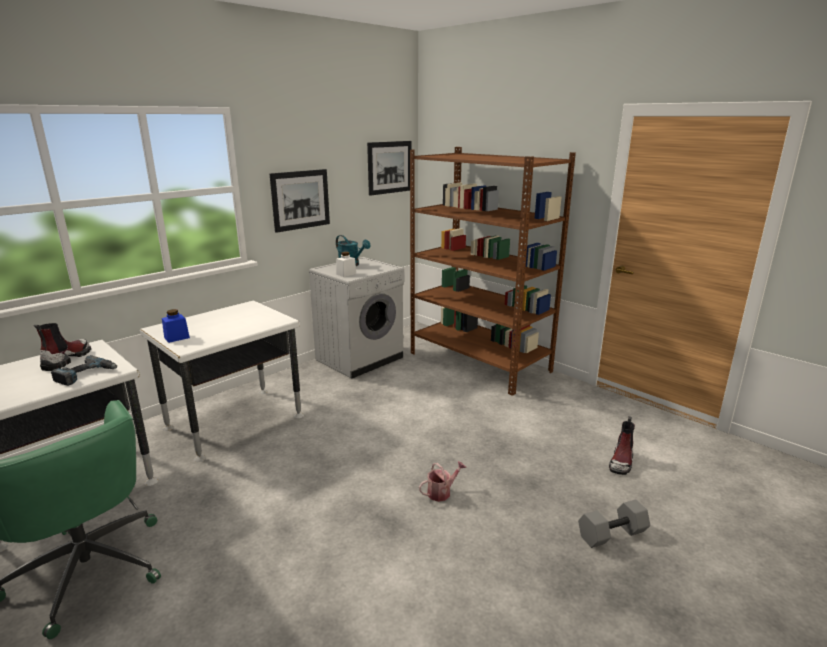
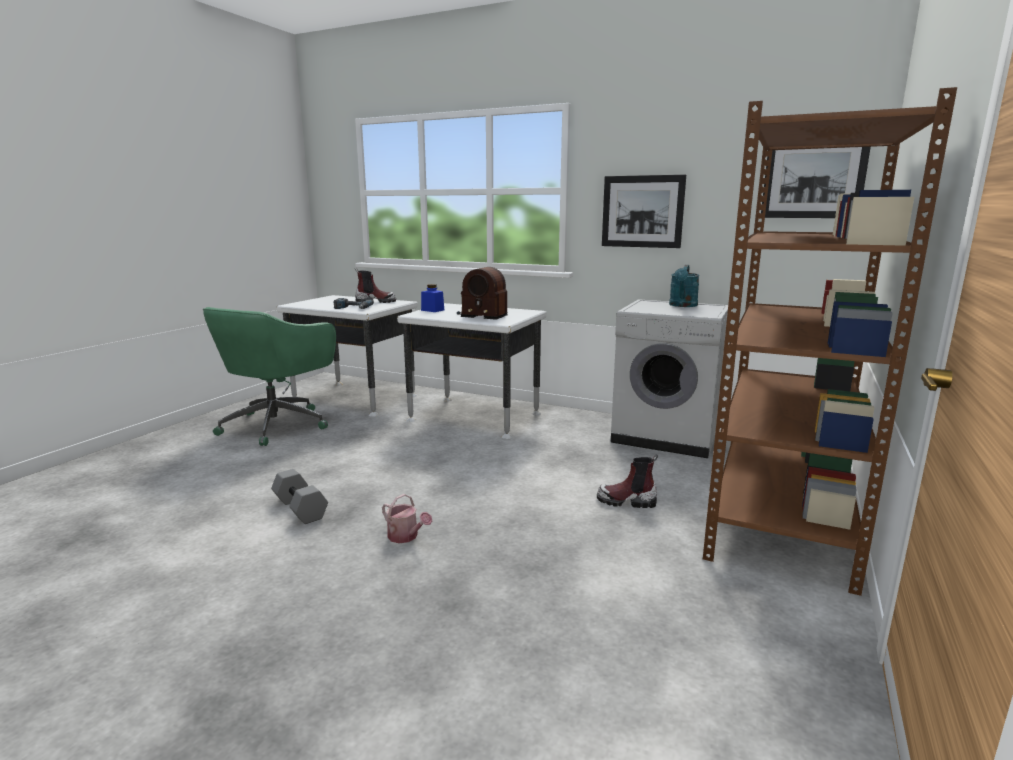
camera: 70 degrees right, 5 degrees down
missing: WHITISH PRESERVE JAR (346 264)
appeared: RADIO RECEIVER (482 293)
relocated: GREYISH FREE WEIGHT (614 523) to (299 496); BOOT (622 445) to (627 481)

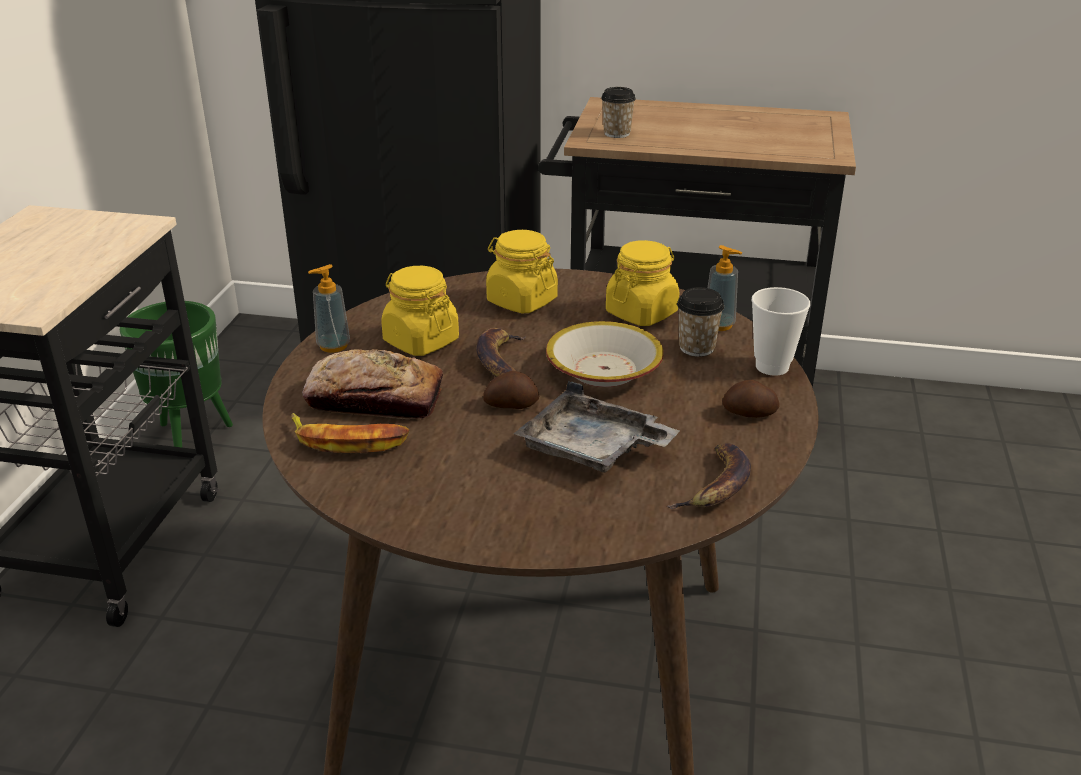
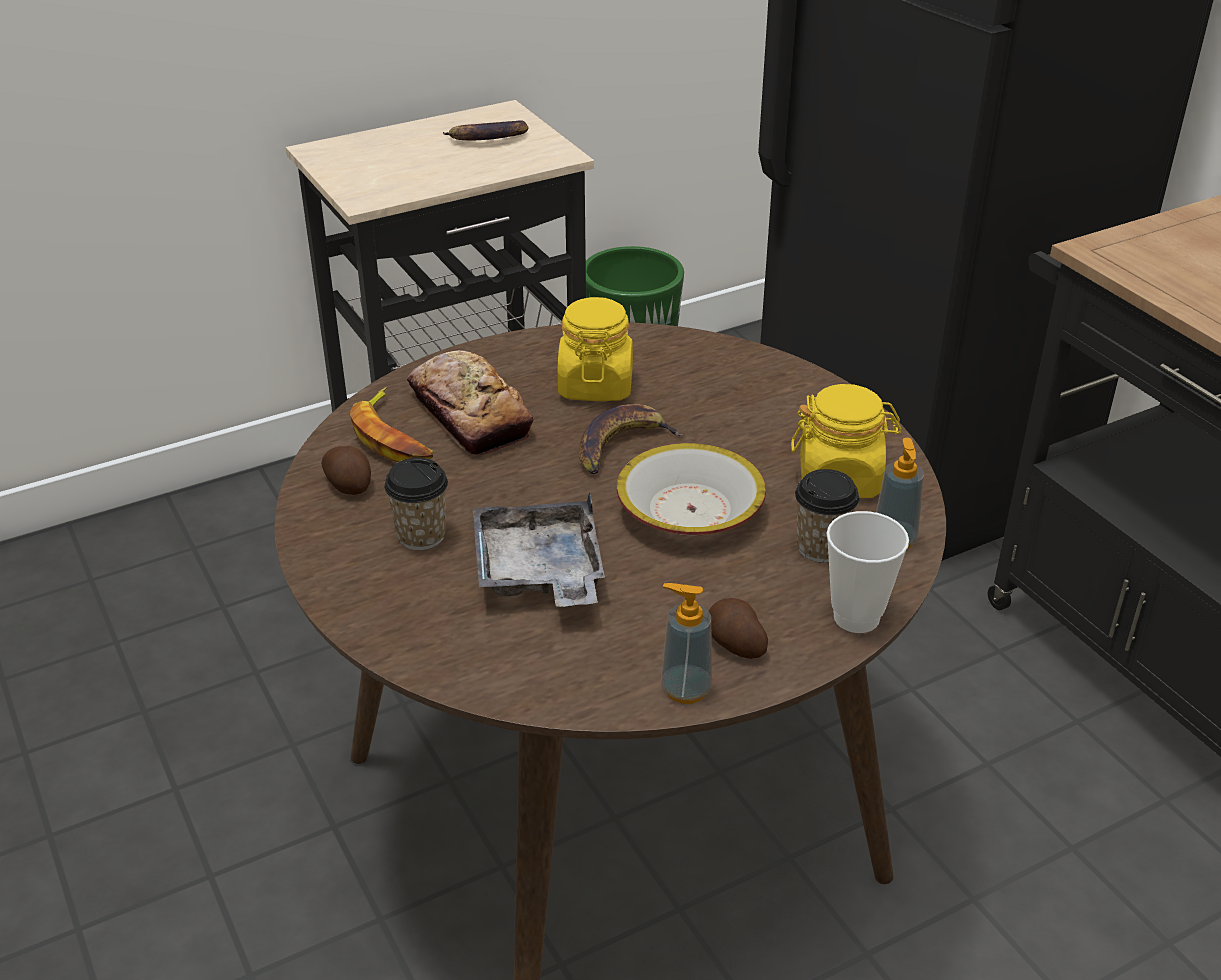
camera: 50 degrees right, 5 degrees up
missing: YELLOW-COLOURED PRESERVE JAR (522 271)
relocated: LIQUID SOAP BOTTLE (329 308) to (686 643); SPUD (511 390) to (346 470); CUP (618 112) to (416 504); BANANA FRUIT (709 476) to (486 130)

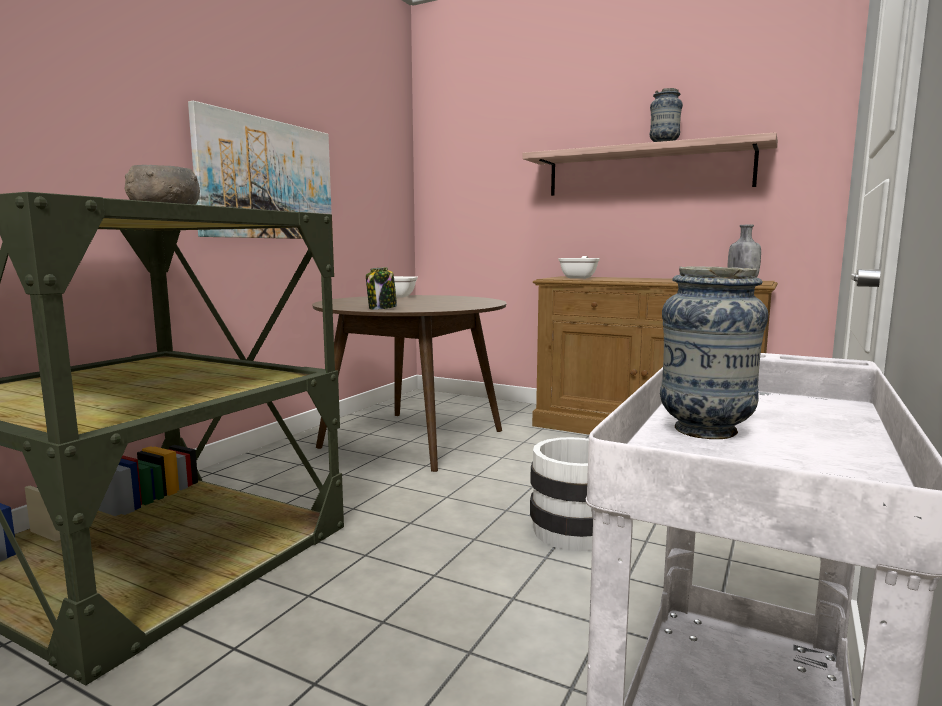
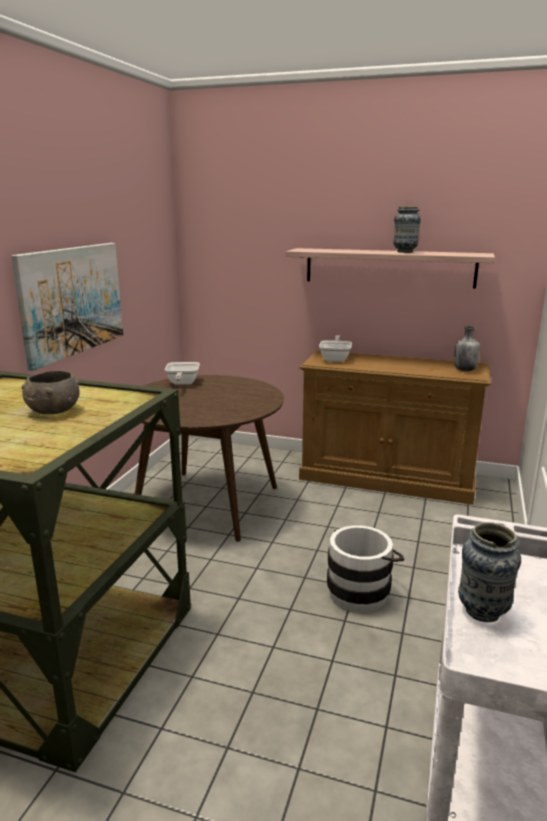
camera: 10 degrees left, 10 degrees up
missing: PRESERVE JAR (381 288)

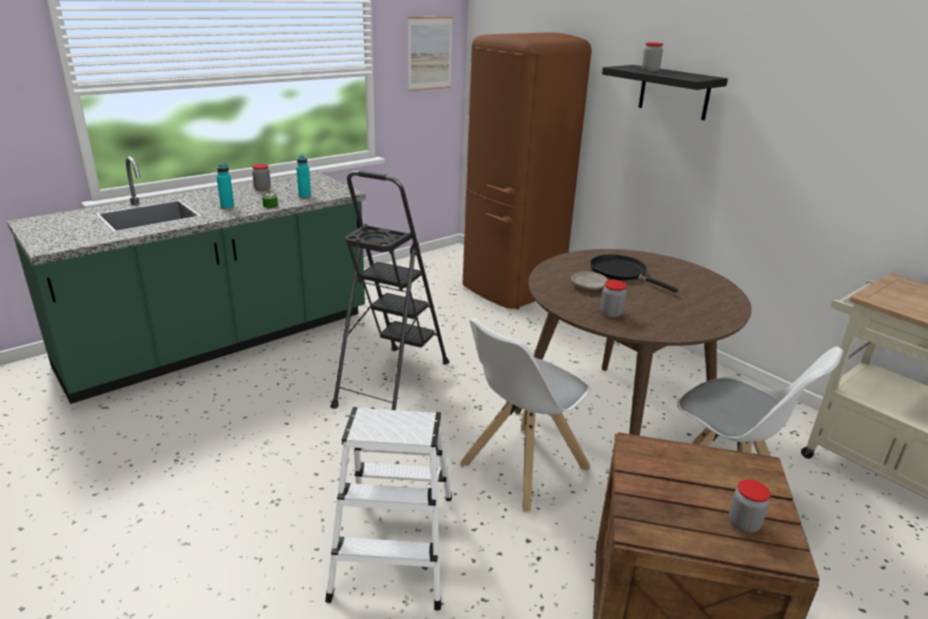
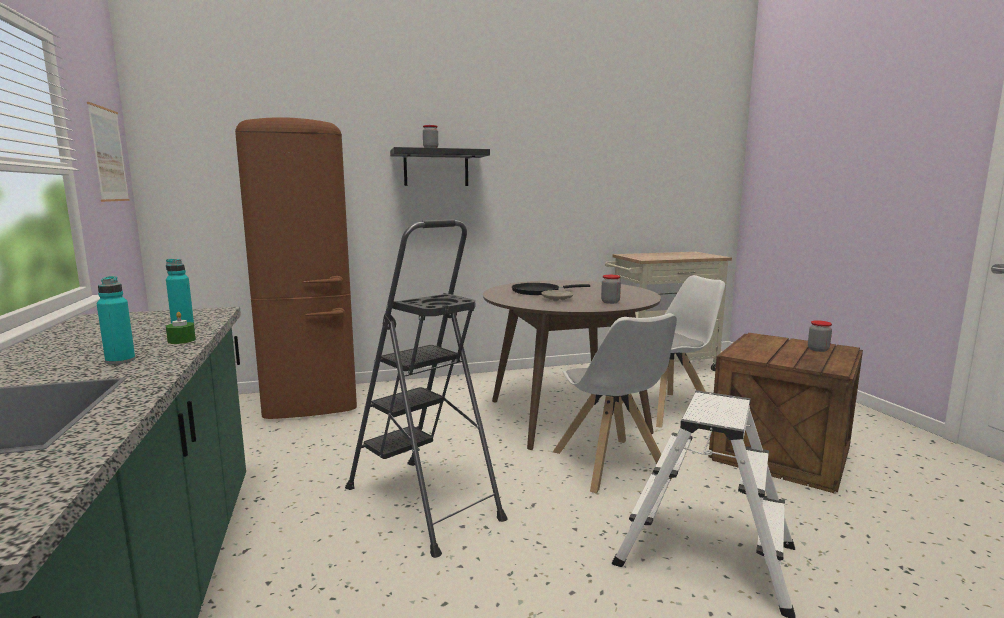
camera: 65 degrees left, 15 degrees down
missing: PRESERVE JAR (261 177)

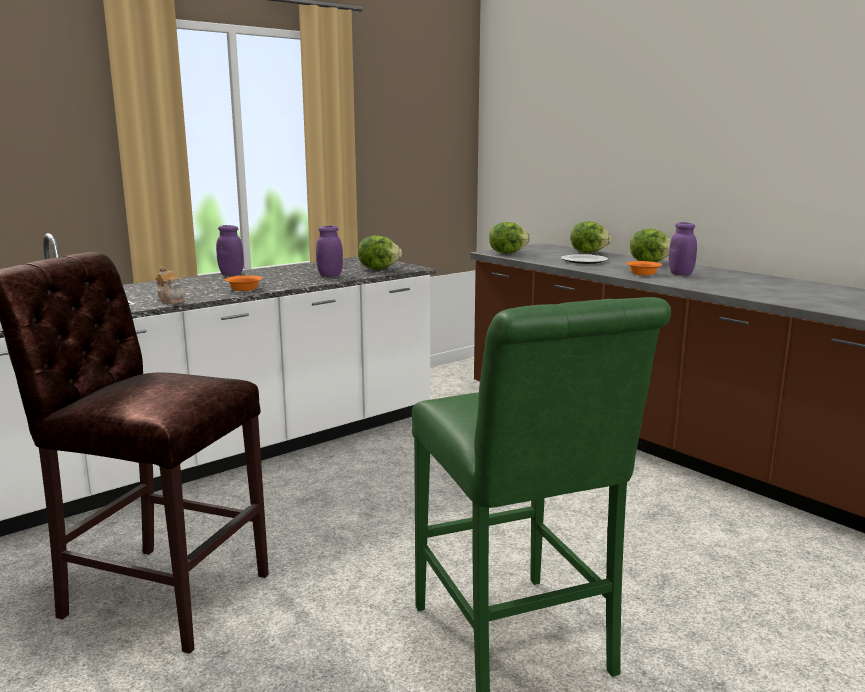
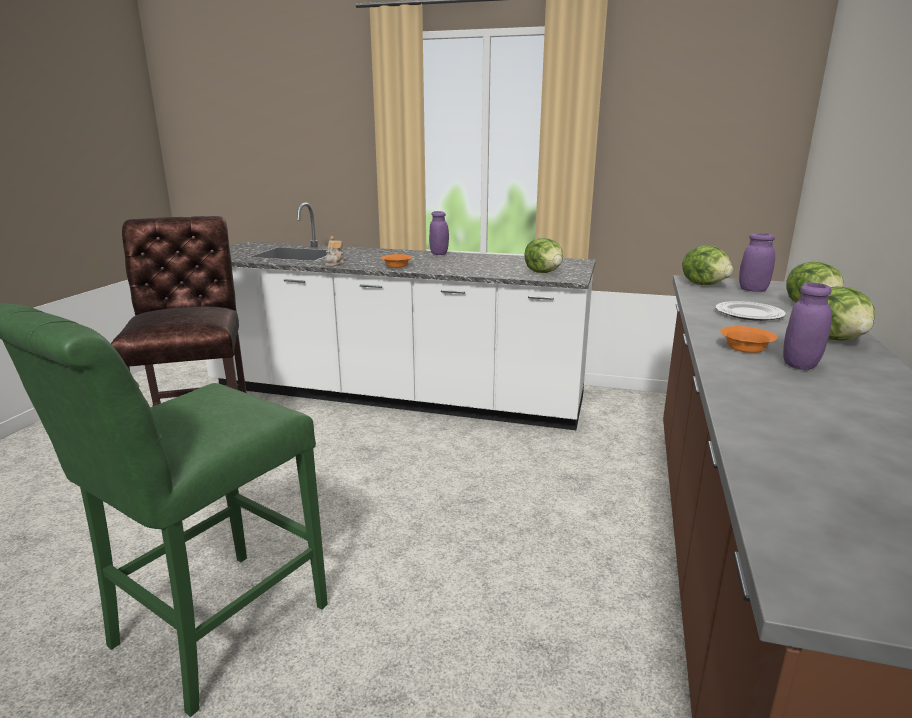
camera: 55 degrees right, 5 degrees up
relocated: PURPLE PRESERVE JAR (329 251) to (757 262)

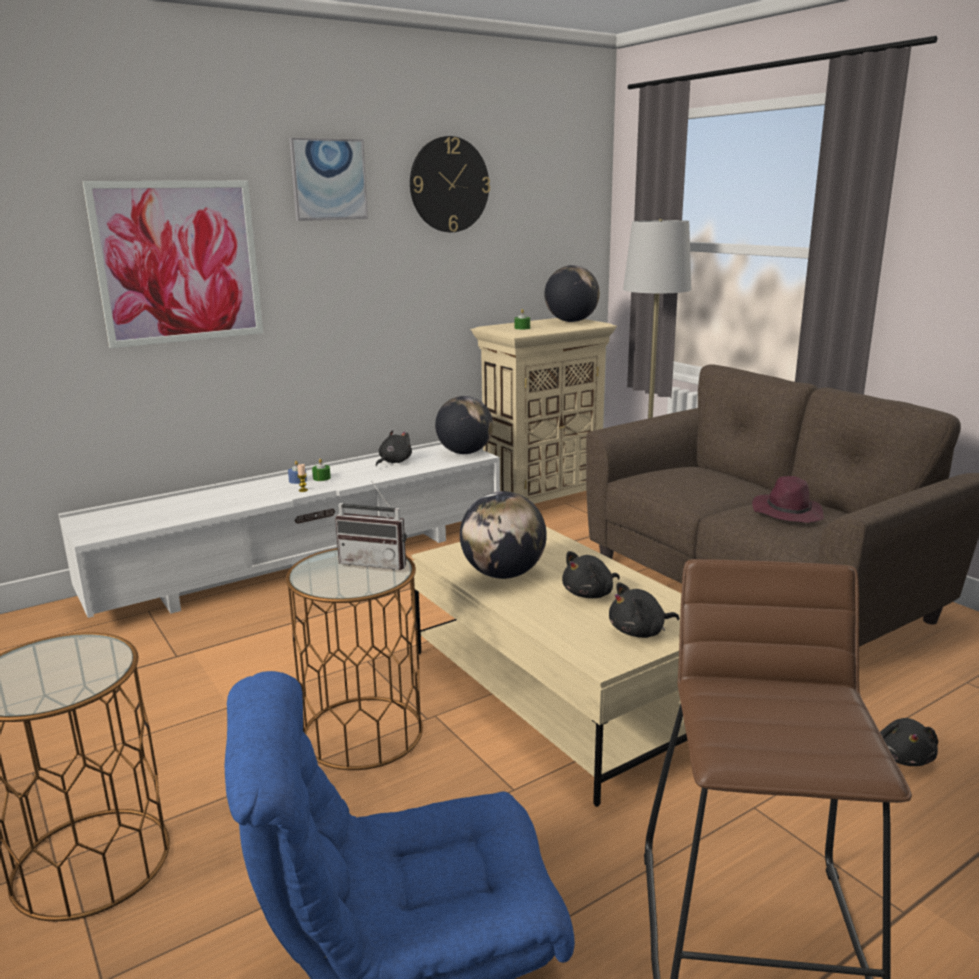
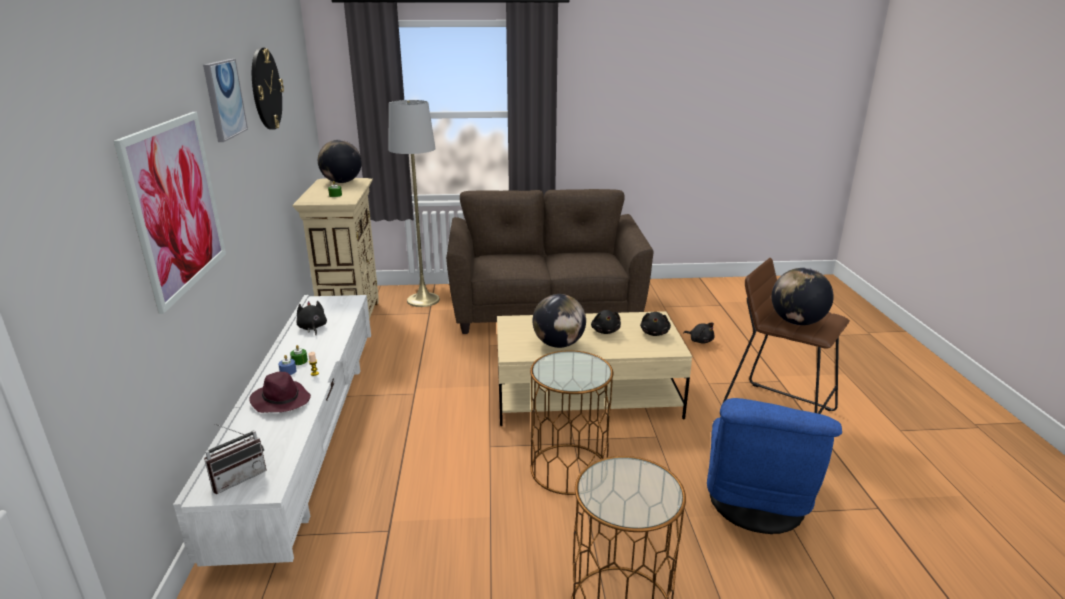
camera: 60 degrees left, 5 degrees up
relocated: RADIO RECEIVER (371 525) to (235 459); DESK GLOBE (464 425) to (803 296); PURPLE WEARABLE HAT (788 499) to (280 392)

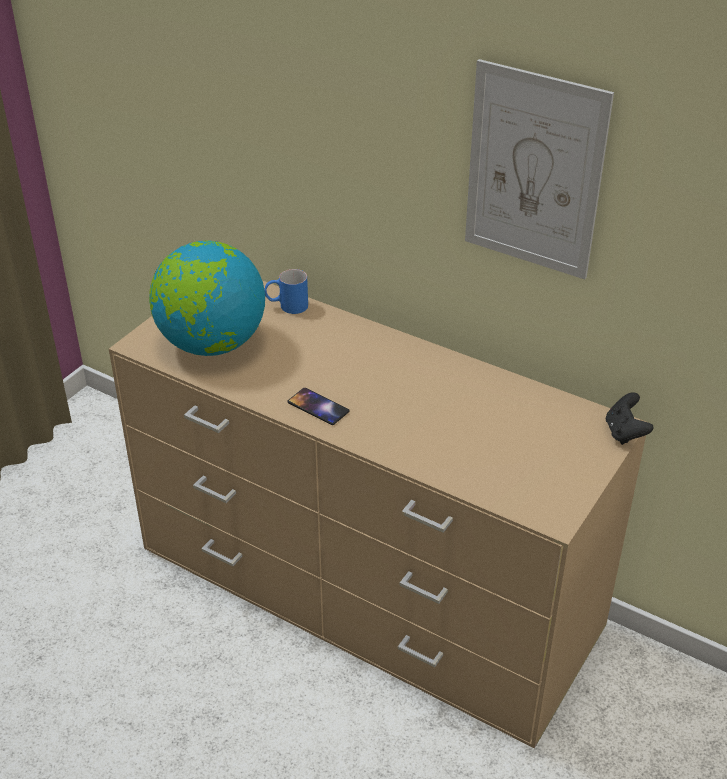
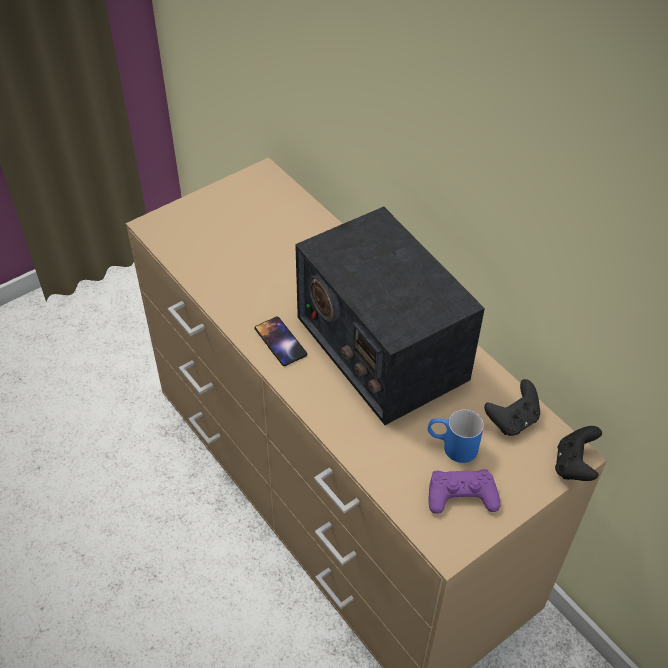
camera: 20 degrees right, 10 degrees up
missing: DESK GLOBE (207 298); PICTURE (539 169)
appeared: RADIO RECEIVER (390 316); PURPLE GAMEPAD (464 491); BLACK GAMEPAD (512 407)
relocated: BLUE MUG (286 291) to (456 436)

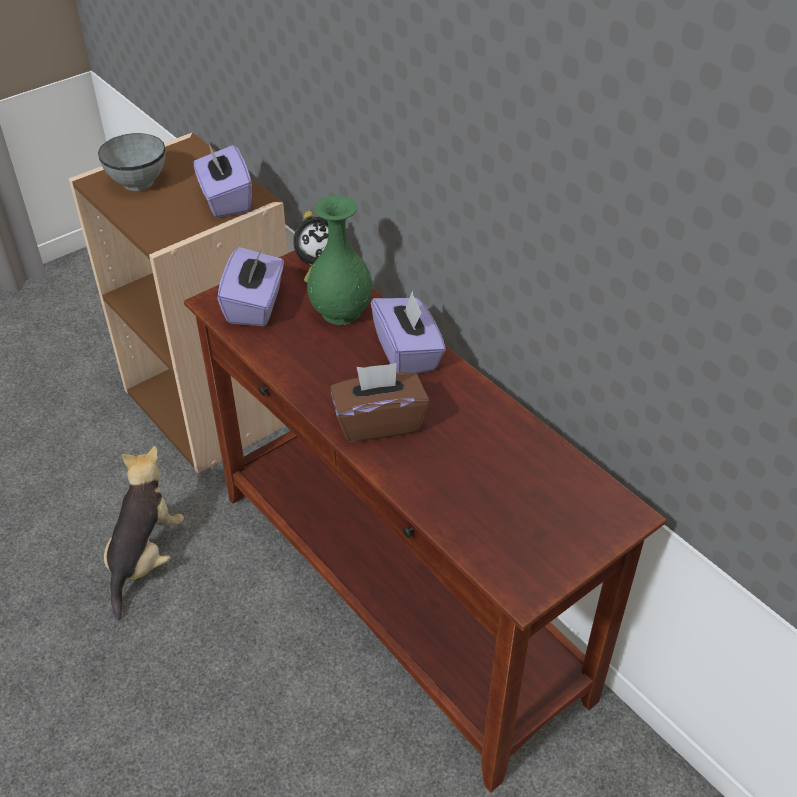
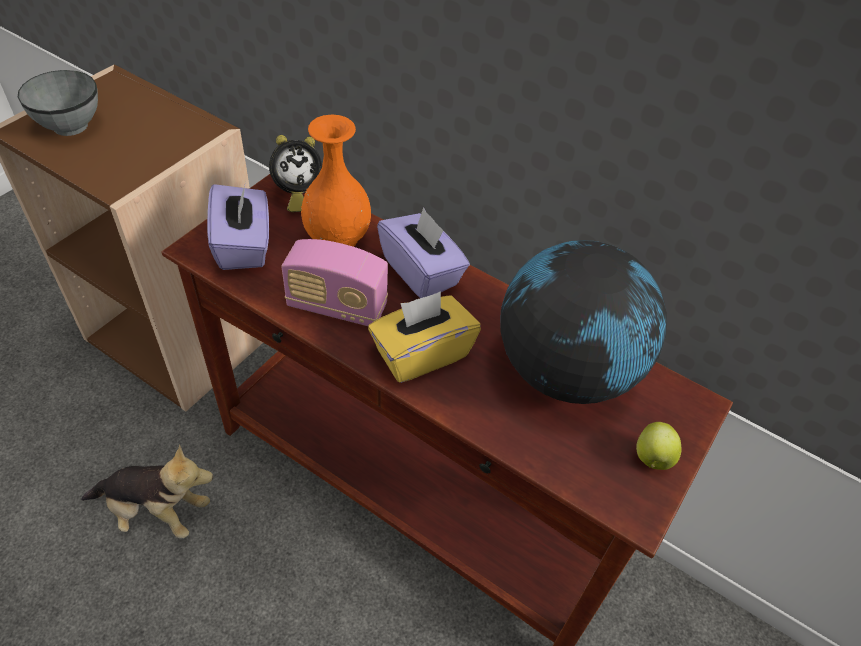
camera: 20 degrees left, 5 degrees up
missing: PURPLE TISSUE HOLDER (223 181)
appeared: RADIO RECEIVER (335 282); DESK GLOBE (583 322); WHOLE APPLE (658 446)
colour: GREEN DECORATIVE VASE (339 260) to ORANGE DECORATIVE VASE (336 180); BROWN-COLOURED TISSUE HOLDER (379 402) to YELLOW-COLOURED TISSUE HOLDER (424 337)
spun: PLUSH TOY (144 533) = (147 492) 105 degrees clockwise

